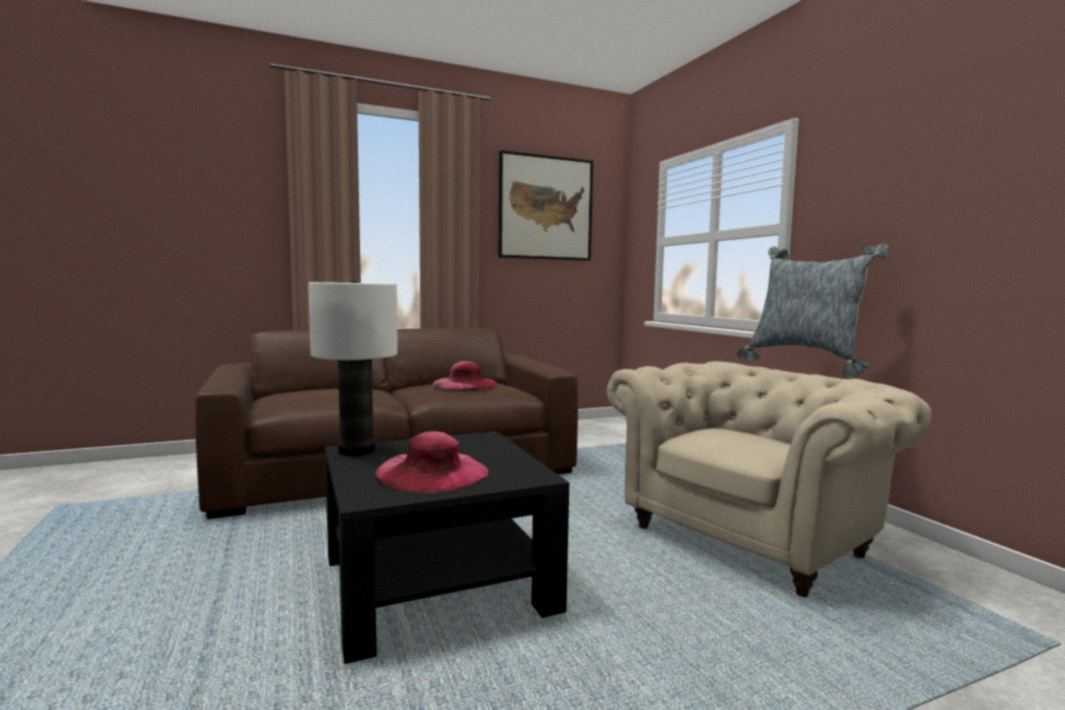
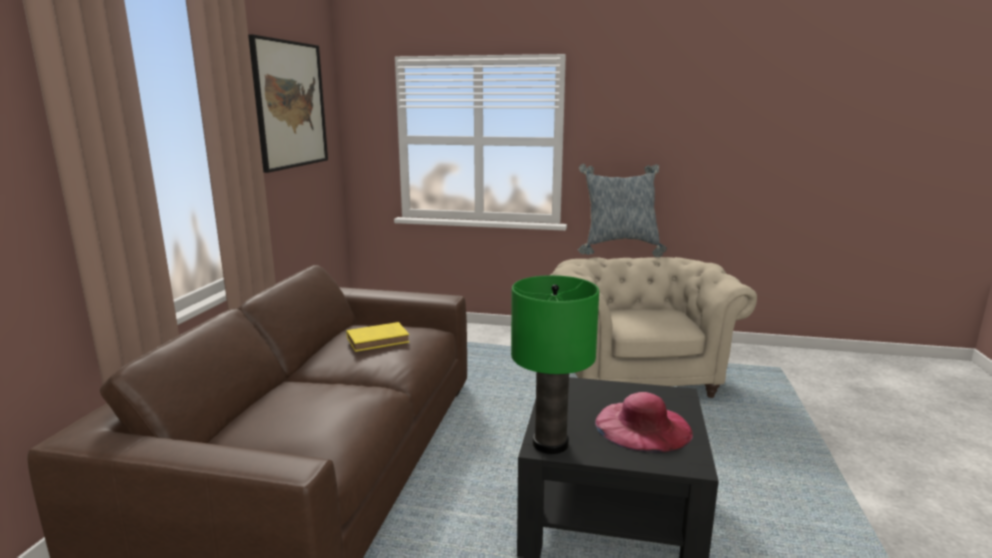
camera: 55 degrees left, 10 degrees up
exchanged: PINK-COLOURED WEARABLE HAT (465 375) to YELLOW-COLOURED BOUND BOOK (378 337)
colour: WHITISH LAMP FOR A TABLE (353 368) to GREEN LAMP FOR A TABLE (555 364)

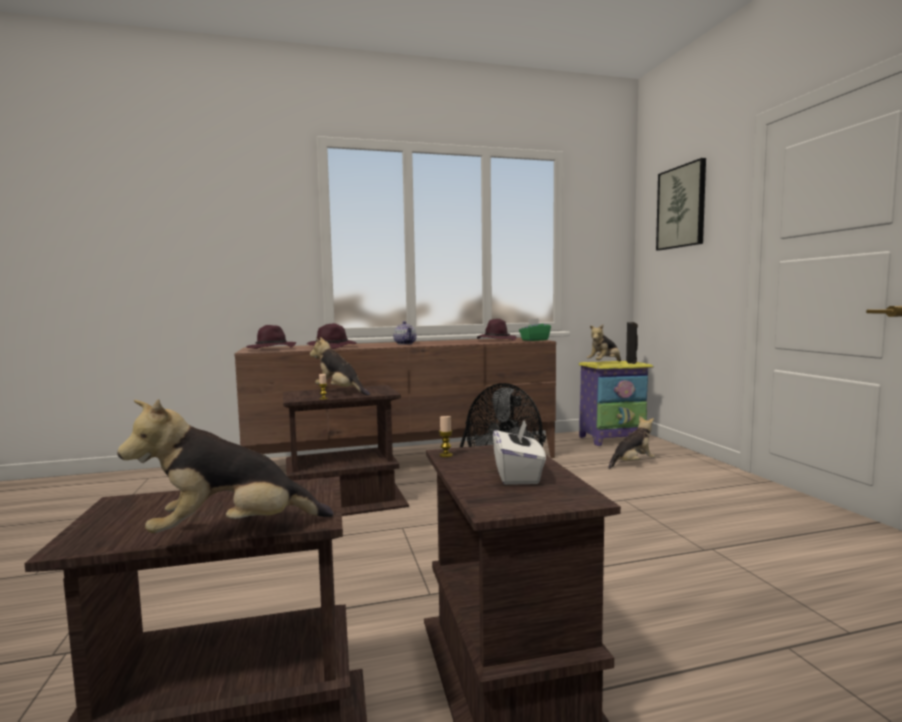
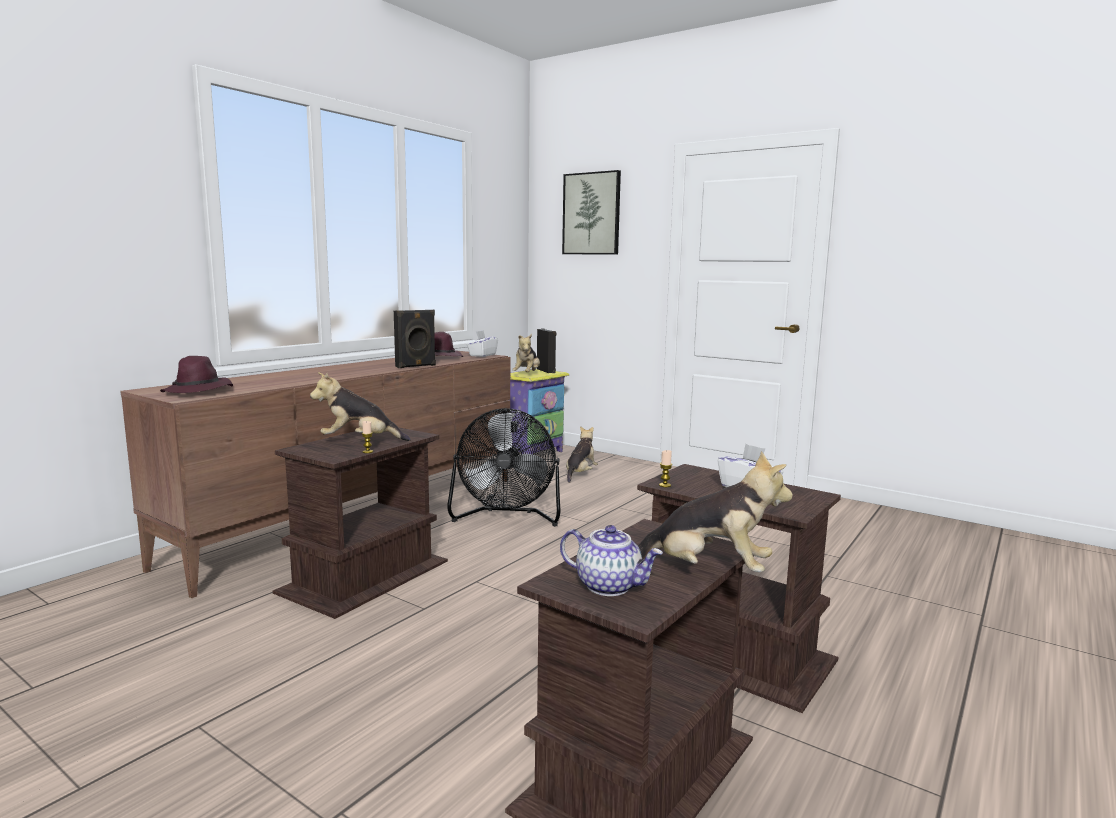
camera: 40 degrees left, 5 degrees up
missing: PURPLE WEARABLE HAT (332 336)
appeared: BLACK SPEAKER (415 339)
relocated: TEA POT (405 333) to (611 560)
colour: GREEN TISSUE HOLDER (535 329) to WHITISH TISSUE HOLDER (482 343)
spun: PLUSH TOY (225 466) = (715 511) 105 degrees counterclockwise

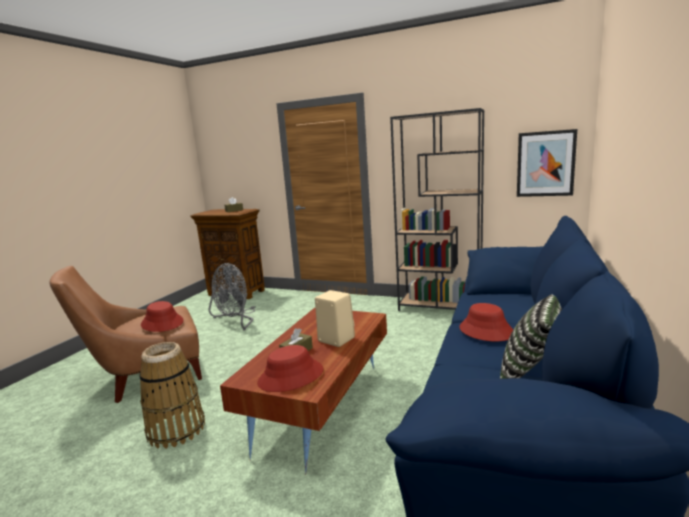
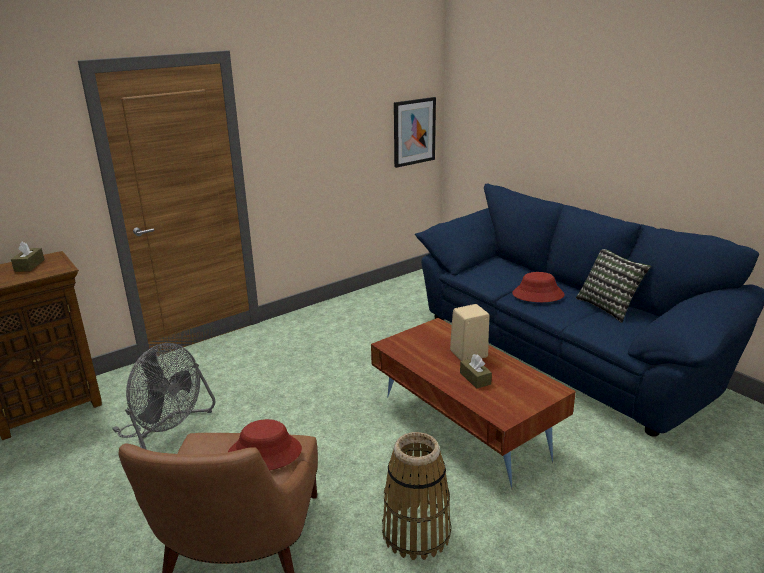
camera: 60 degrees left, 10 degrees up
missing: RED WEARABLE HAT (290 368); BOOKSHELF (437 209)
spun: GREYISH ELECTRIC FAN (232 296) = (163 396) 45 degrees counterclockwise

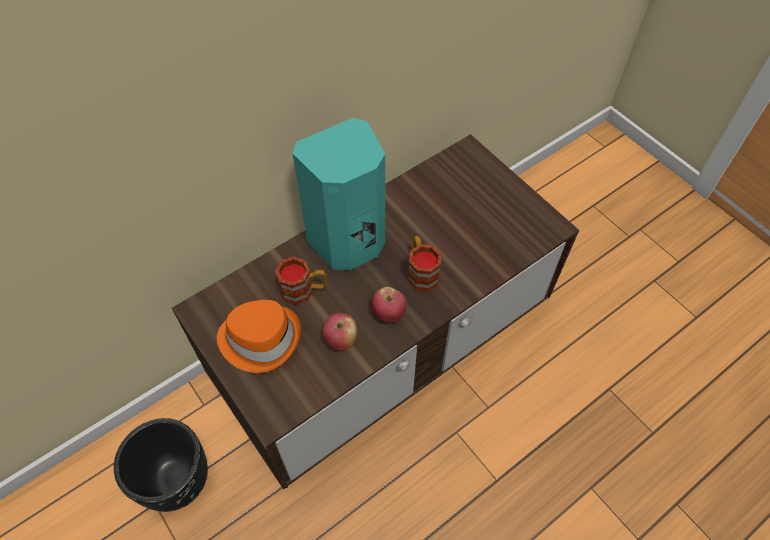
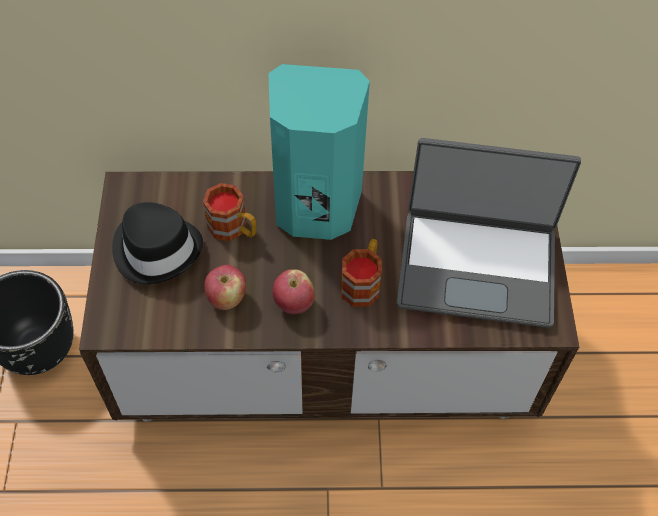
camera: 35 degrees right, 0 degrees up
appeared: NOTEBOOK COMPUTER (489 233)
colour: ORANGE WEARABLE HAT (259 336) to BLACK WEARABLE HAT (157 243)

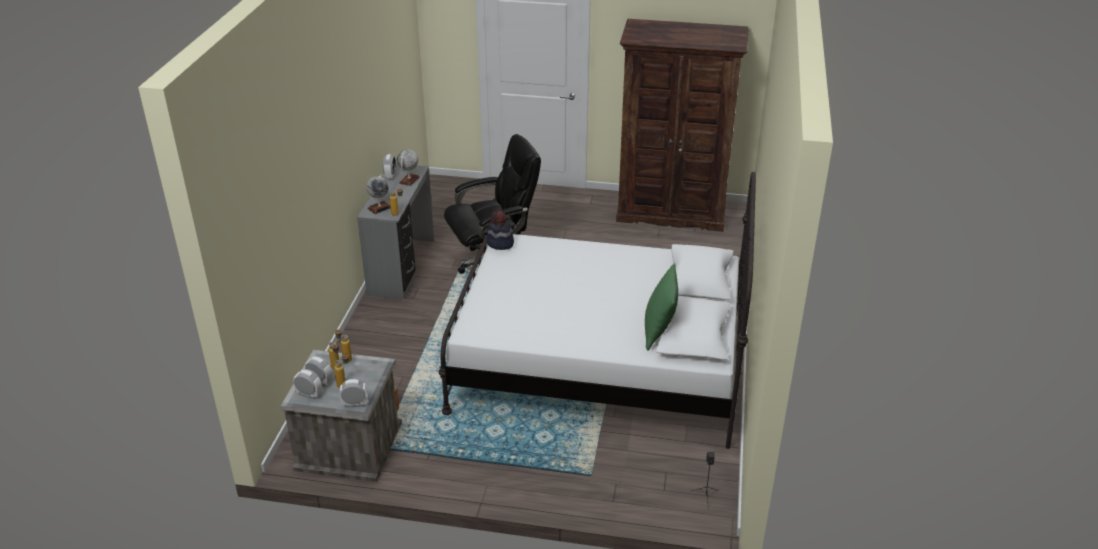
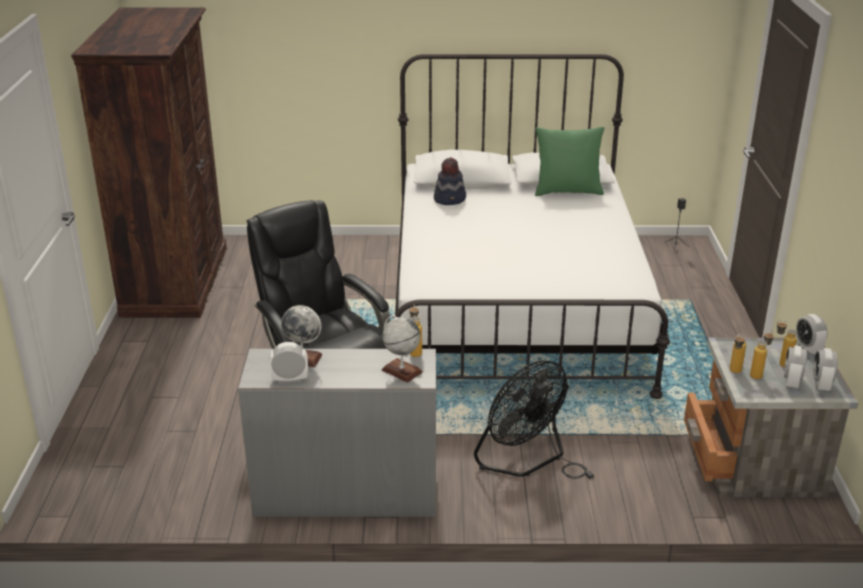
camera: 100 degrees left, 5 degrees down
appeared: BLACK ELECTRIC FAN (534 420)
relocated: WEARABLE HAT (500 230) to (450 181)

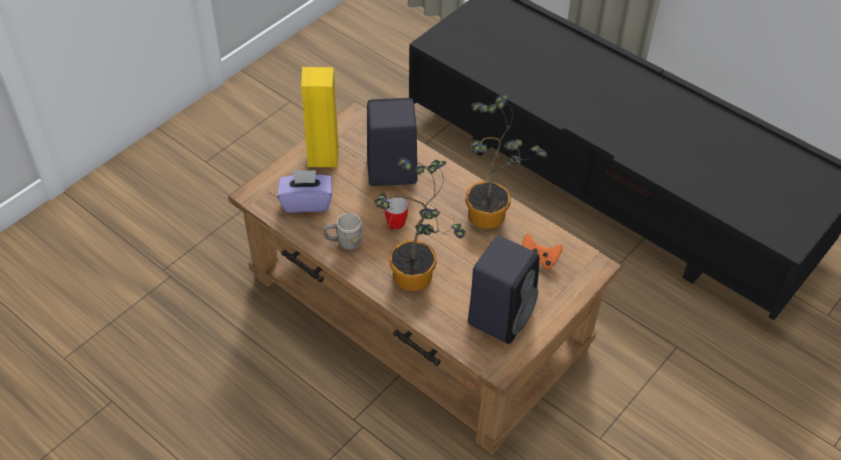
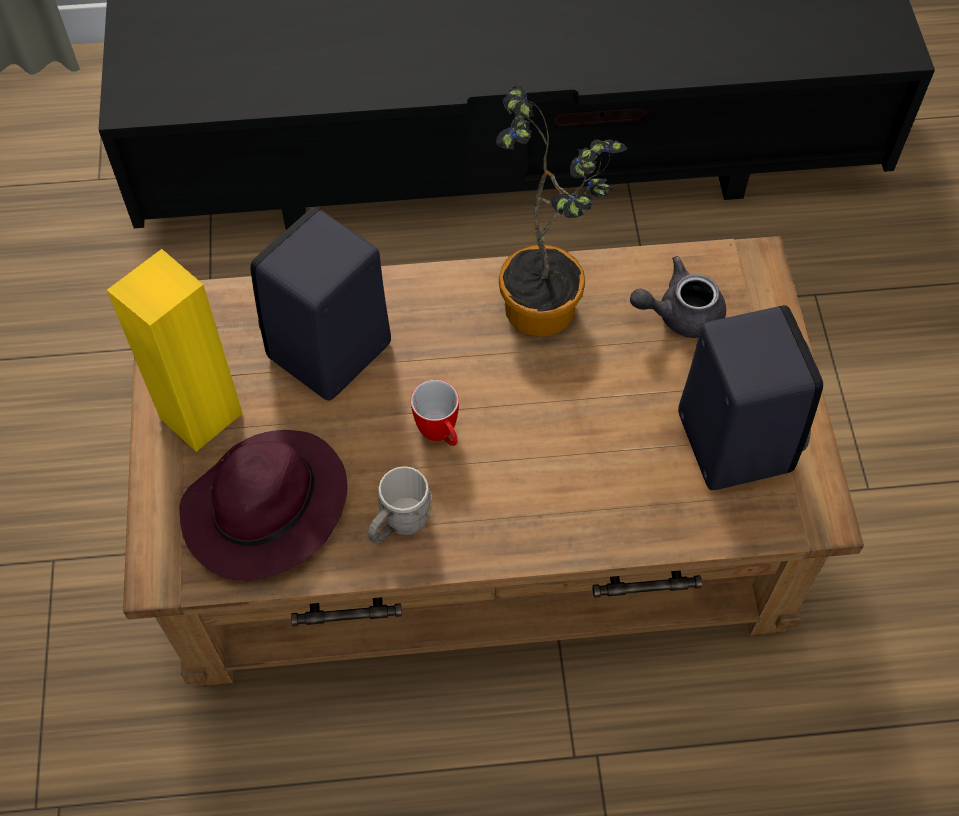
camera: 45 degrees left, 10 degrees up
missing: POTTED PLANT (420 224)
exchanged: PURPLE TISSUE HOLDER (304 191) to PURPLE WEARABLE HAT (263 505); ORANGE GAMEPAD (542 251) to GREYISH TEA POT (678 297)

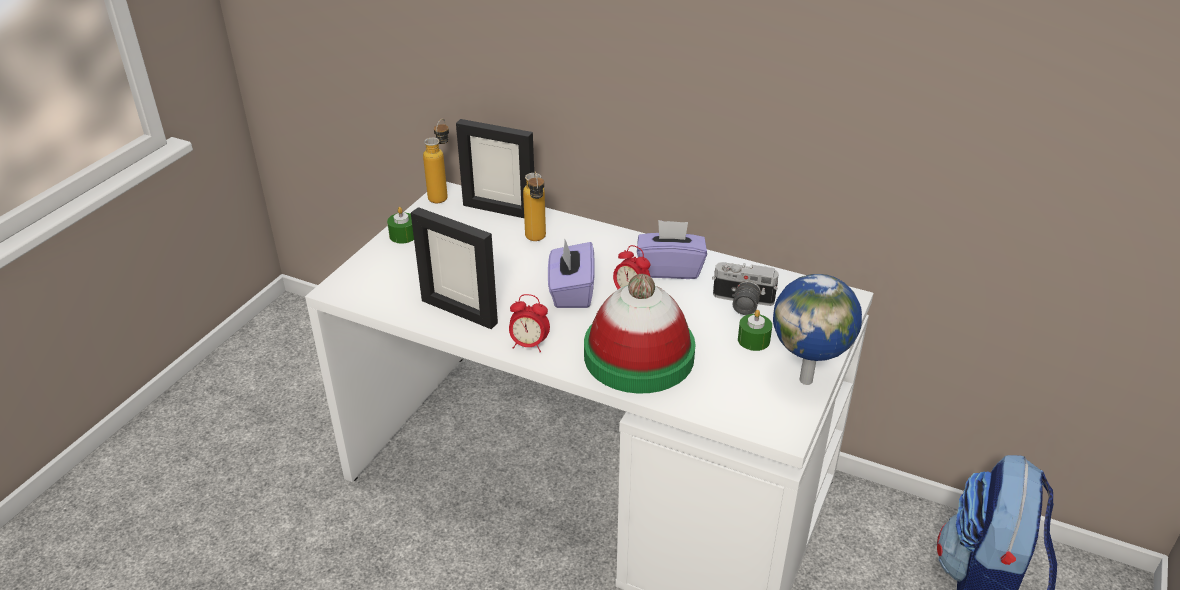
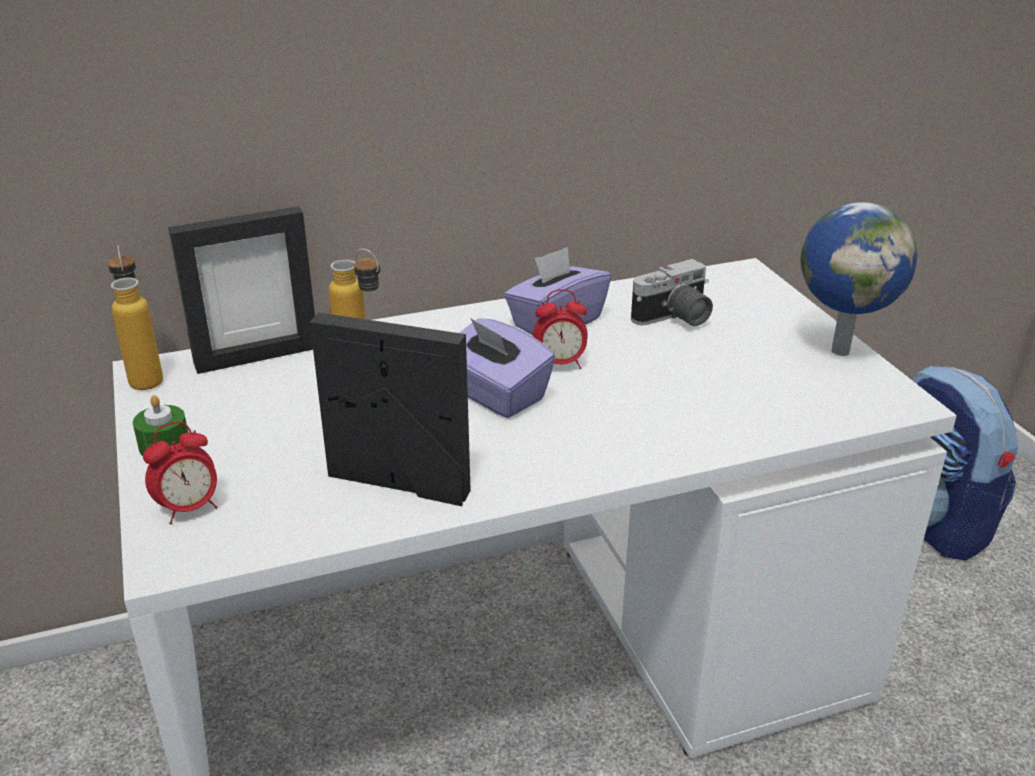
camera: 45 degrees left, 5 degrees down
missing: WEARABLE HAT (640 333); GREEN WAX CANDLE (755 330)
relocated: ALARM CLOCK (529 323) to (180 472)
spun: STANDING FRAME (454 268) = (390 409) 150 degrees counterclockwise

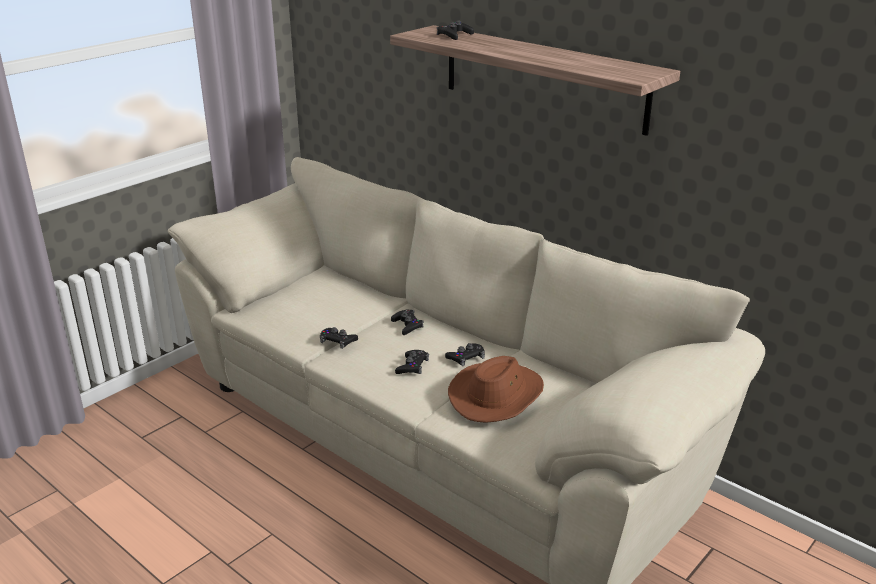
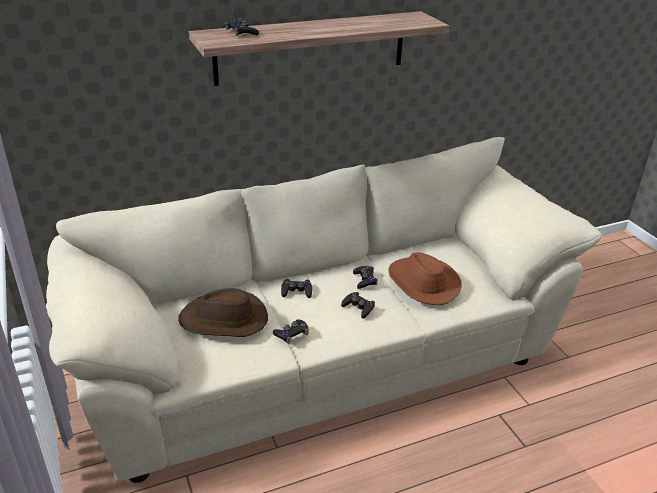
camera: 65 degrees left, 5 degrees up
appeared: BROWN-COLOURED WEARABLE HAT (223 312)

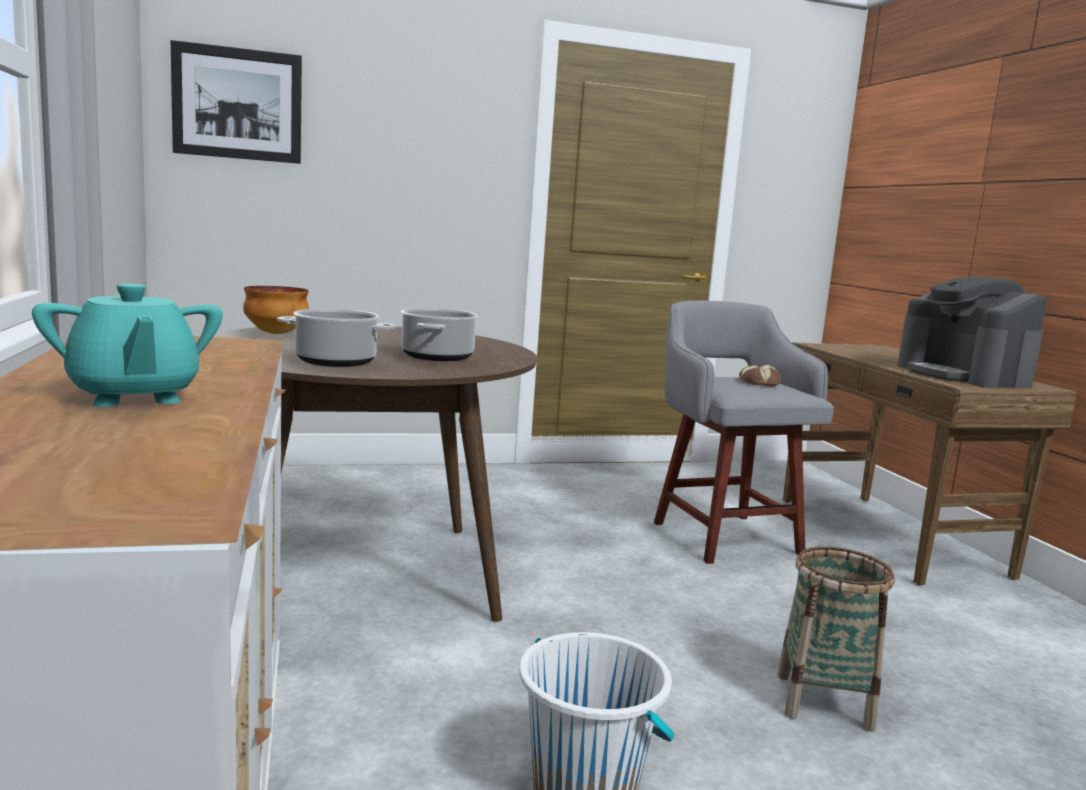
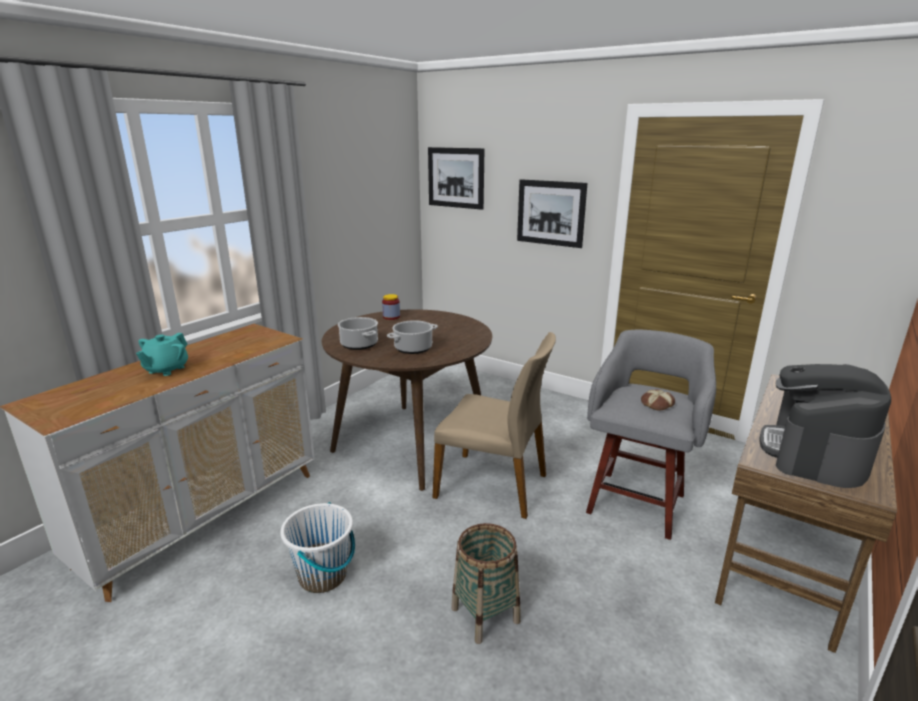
camera: 50 degrees right, 10 degrees up
appeared: SAND-COLOURED PLAIN CHAIR (494 425); PICTURE (552 213)
exchanged: DEEP DISH (276 310) to PRESERVE JAR (391 307)

